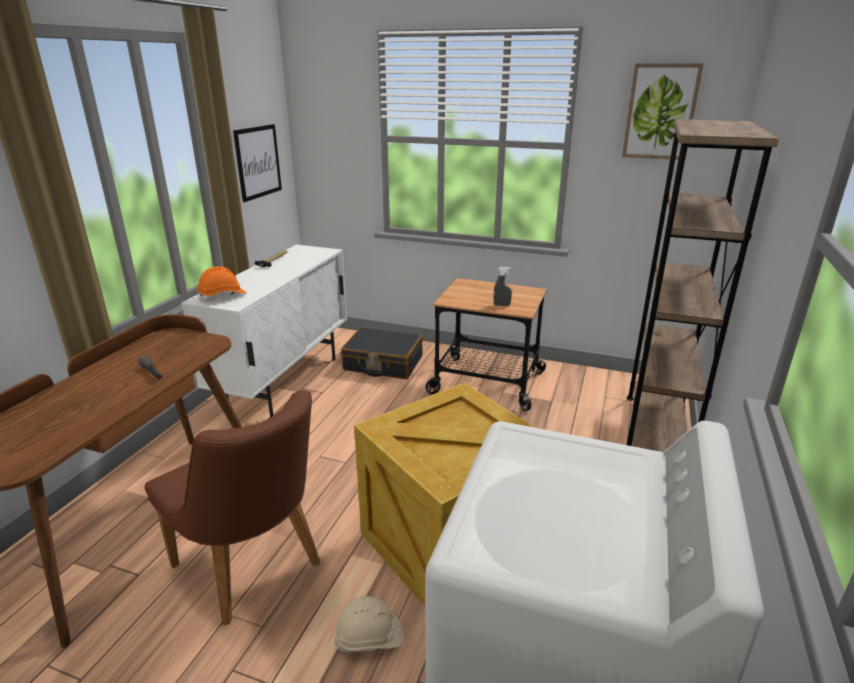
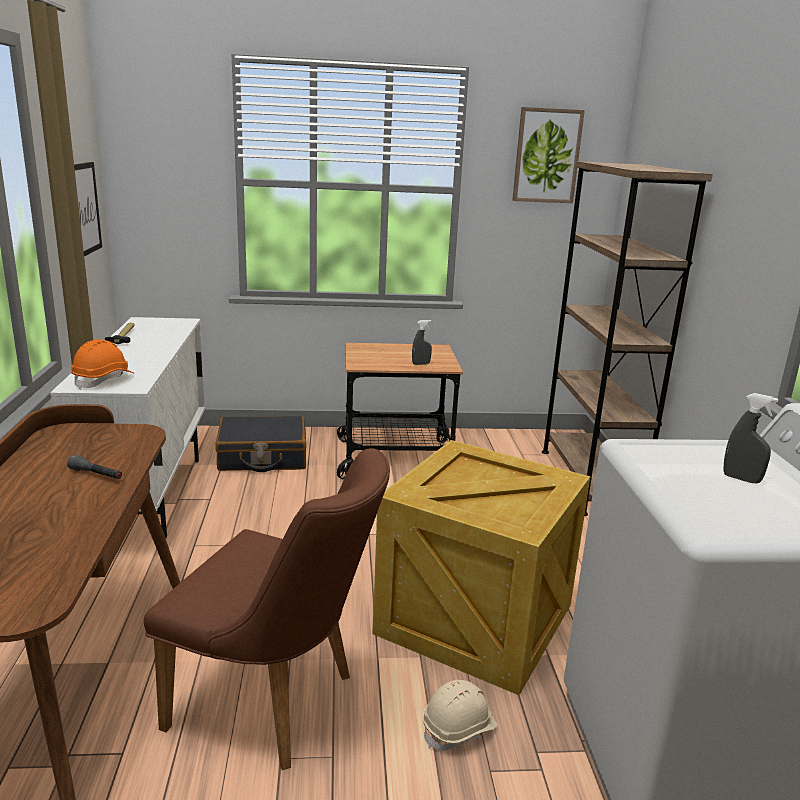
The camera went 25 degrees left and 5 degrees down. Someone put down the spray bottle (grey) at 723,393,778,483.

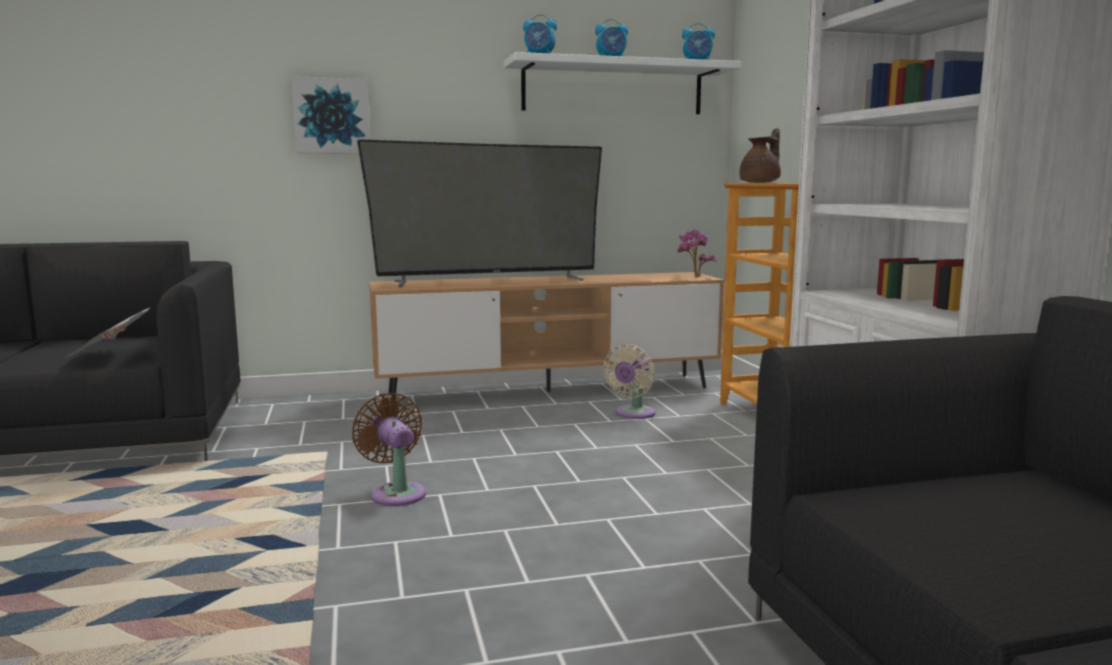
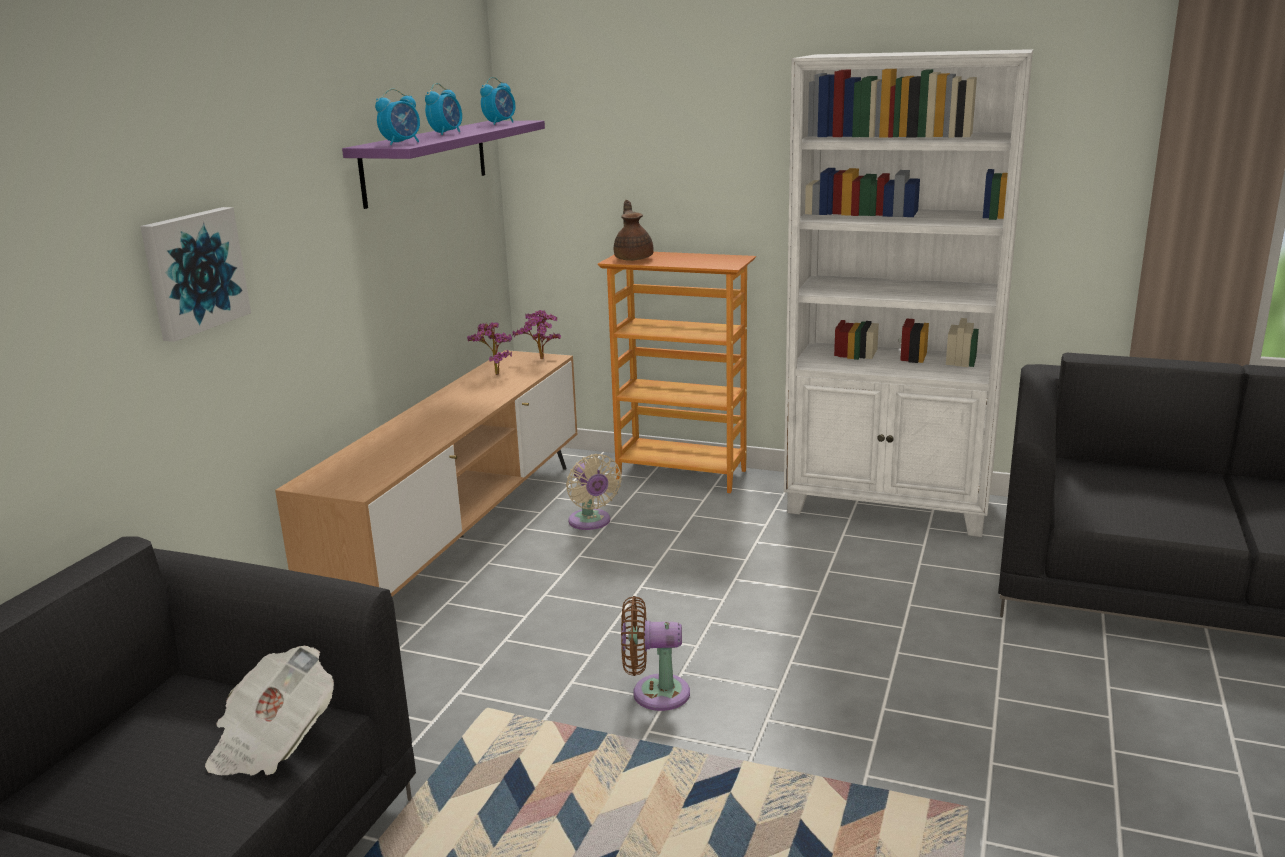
The camera went 55 degrees left and 10 degrees up. Someone repainted the shelf (white-coloured) at 504,52,741,114, which became the shelf (purple-coloured) at 342,121,545,209. Someone put down the houseplant at 467,322,512,375. Someone took away the television at 357,139,602,287.

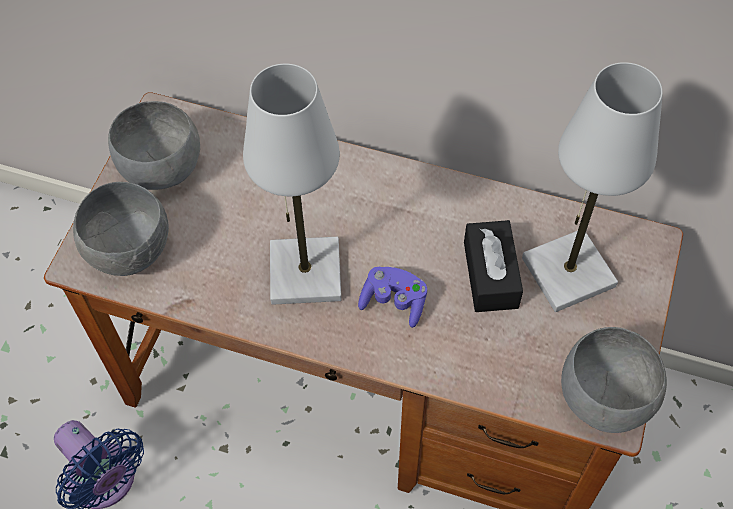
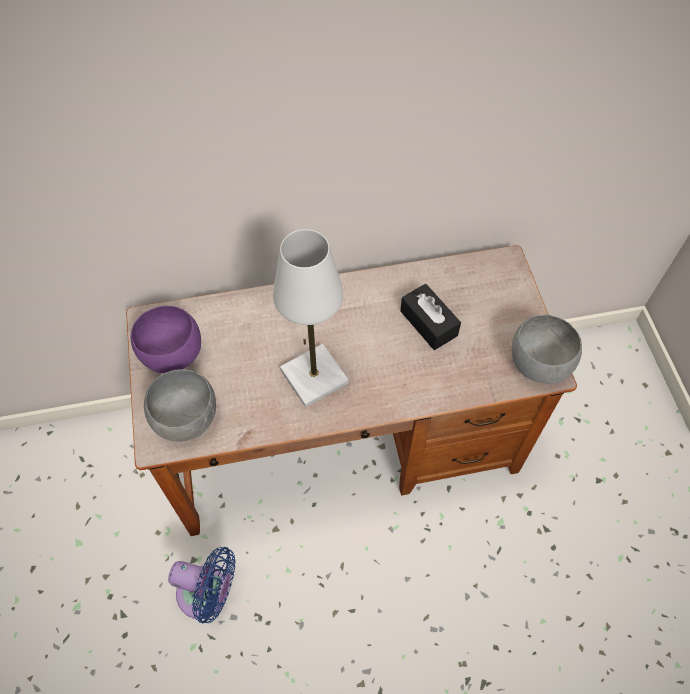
The camera went 30 degrees left and 0 degrees up. Someone repainted the deep dish (grey) at 108,101,200,190, which became the deep dish (purple-coloured) at 131,306,201,373. Someone took away the joypad (purple-coloured) at 358,267,427,328. Someone took away the table lamp (white-coloured) at 522,62,663,312.

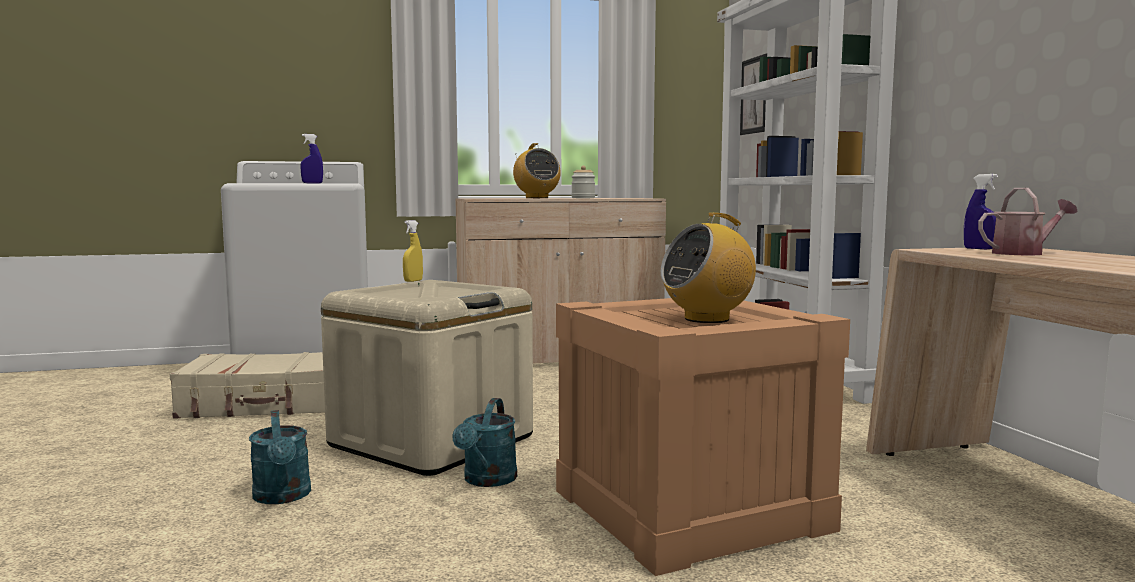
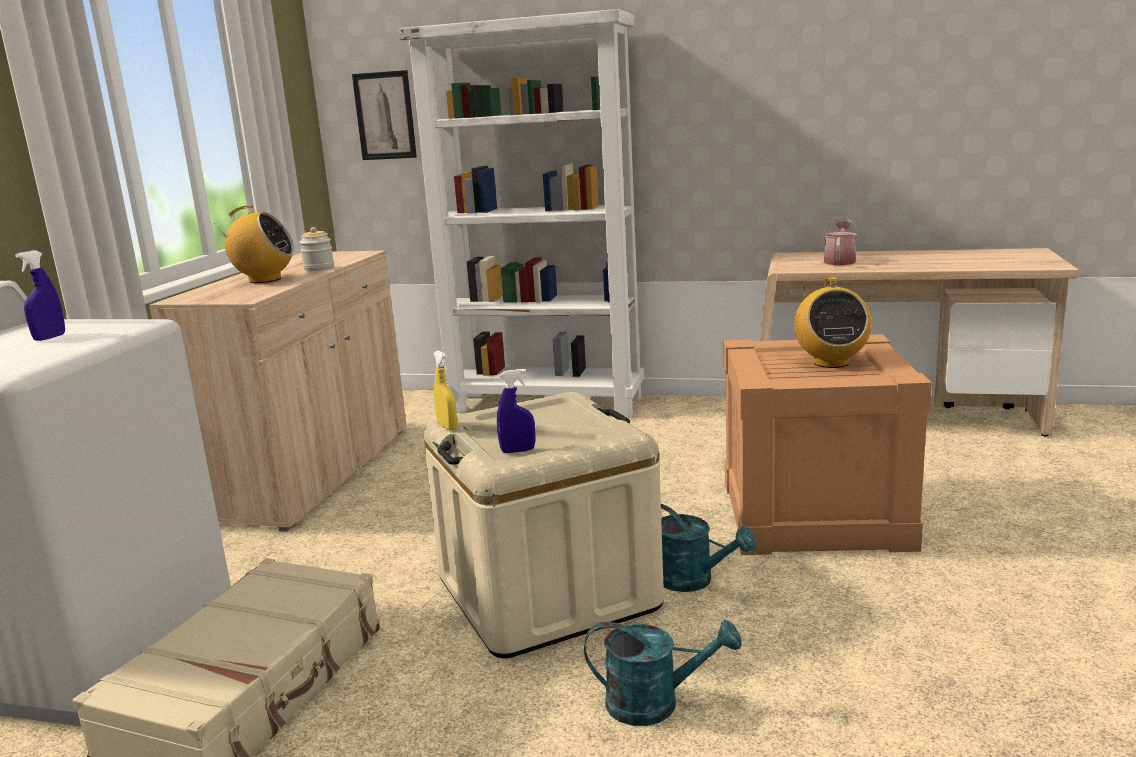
The camera went 60 degrees left and 10 degrees up. Someone carried the spray bottle (blue-coloured) from 964,174,998,249 to 497,369,535,453.

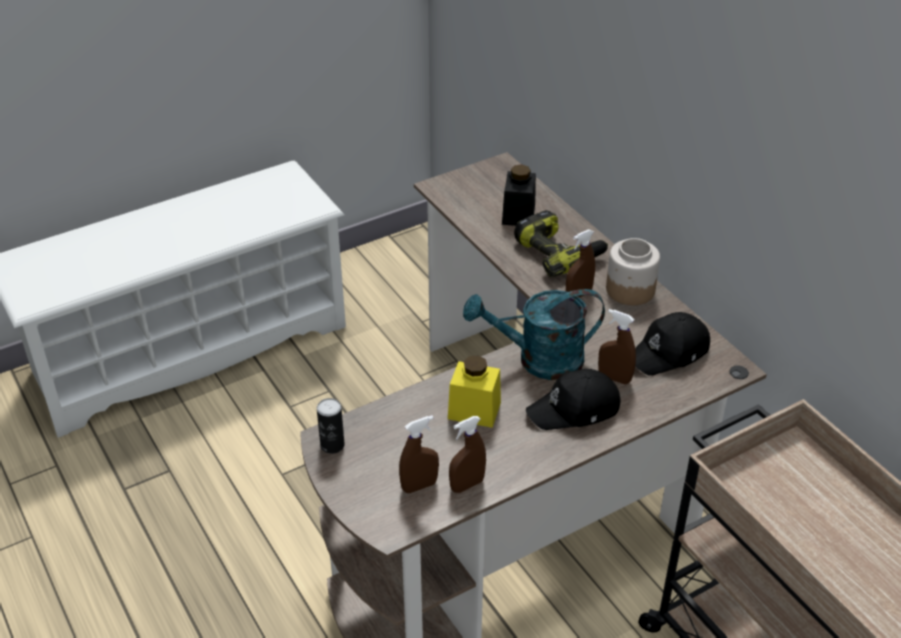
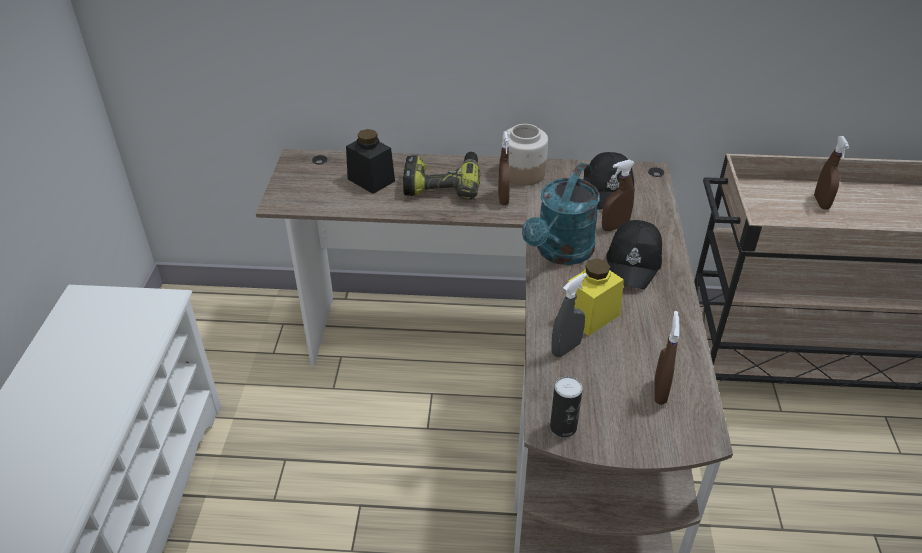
The camera went 55 degrees left and 0 degrees up. Someone put down the spray bottle (grey) at 551,273,587,357. Someone carried the spray bottle (brown-coloured) from 449,416,486,493 to 814,136,849,210.

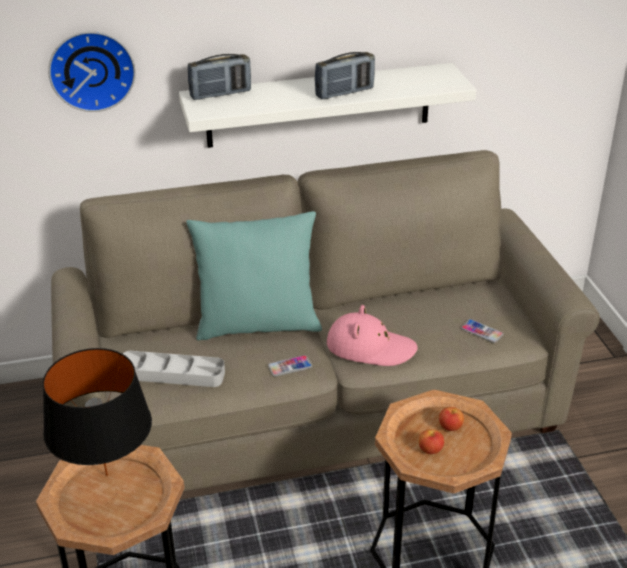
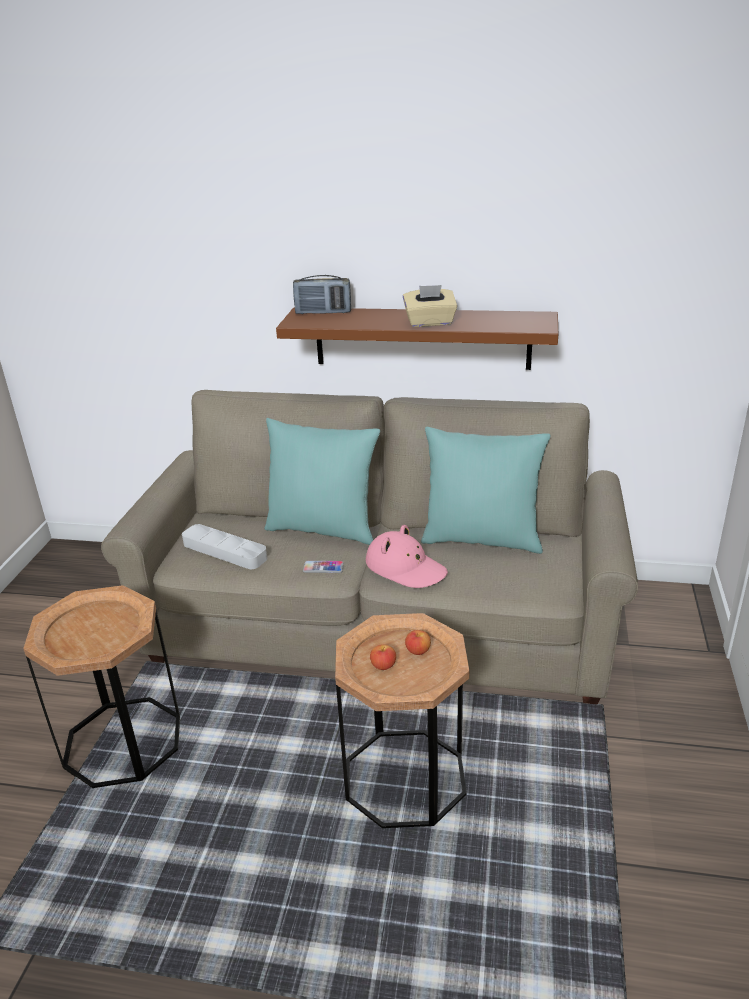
The camera went 25 degrees right and 5 degrees down. Someone repainted the shelf (white-coloured) at 179,63,476,148, which became the shelf (brown-coloured) at 276,307,558,370. Someone swapped the radio at 315,52,375,99 for the tissue holder (beige) at 403,285,457,327. Someone put down the pillow (blue-green) at 421,427,551,554. Someone took away the table lamp (black) at 43,348,152,476. Someone took away the clock on the wall at 48,31,136,112. Someone took away the phone at 461,319,503,343.

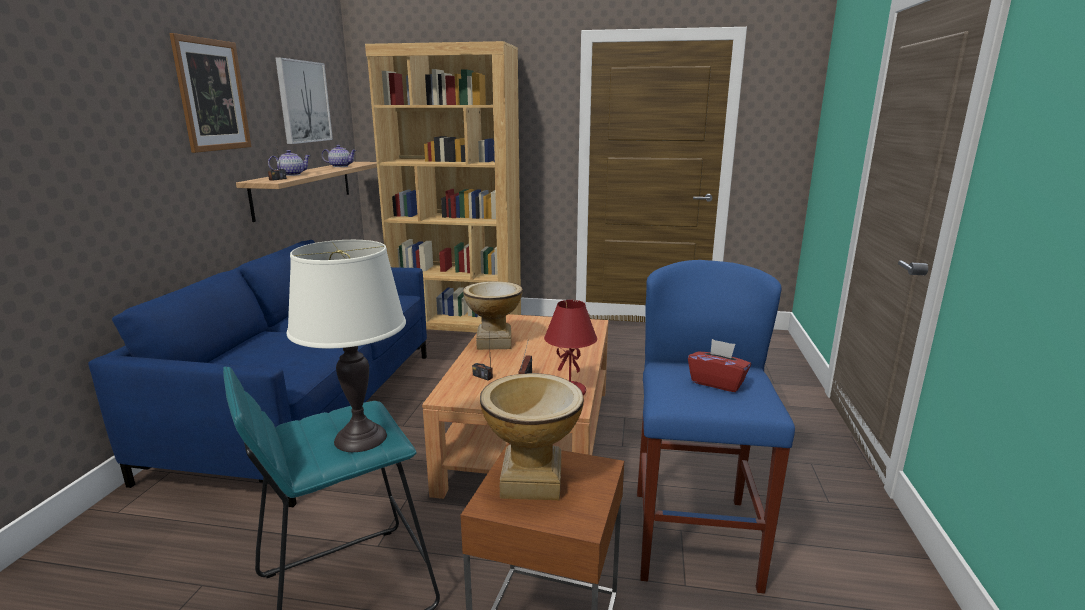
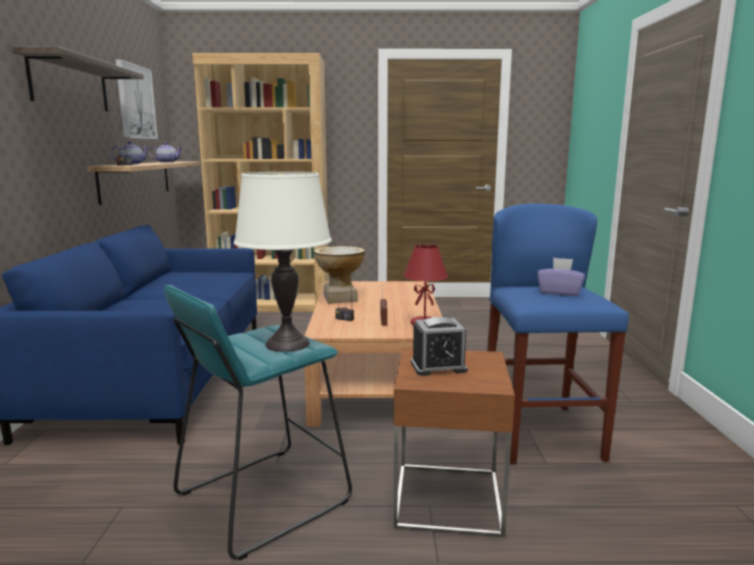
The camera went 10 degrees left and 5 degrees down. Someone swapped the wall picture at 169,33,251,153 for the shelf at 12,47,144,112. Someone swapped the flower vase at 480,373,584,500 for the bedside clock at 411,317,468,376. Someone repainted the tissue holder (reddish) at 688,339,751,392, which became the tissue holder (purple-coloured) at 537,257,585,296.

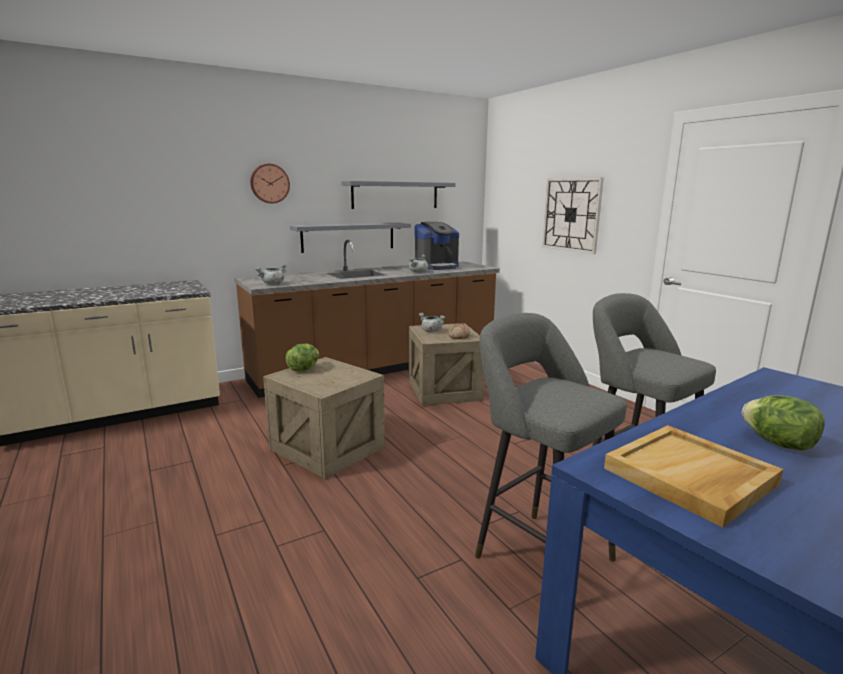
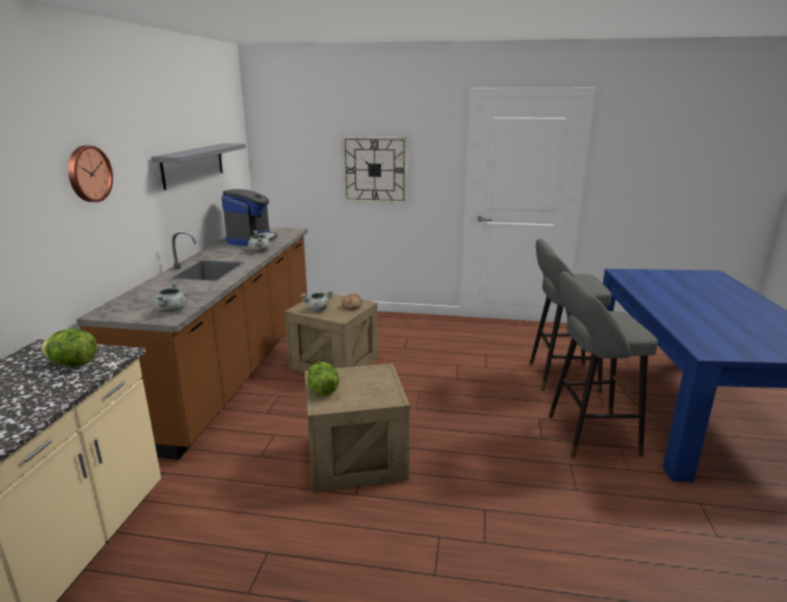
The camera went 50 degrees left and 5 degrees up. Someone carried the lettuce from 742,395,824,451 to 41,329,97,366. Someone took away the shelf (grey) at 290,222,411,253. Someone took away the carrying tray (beige) at 604,425,783,528.

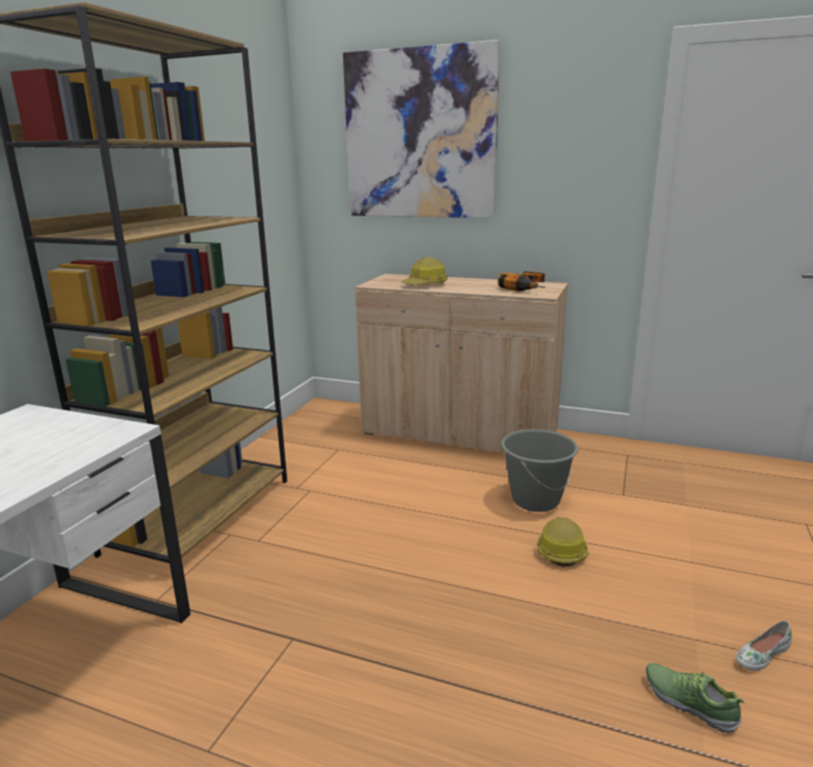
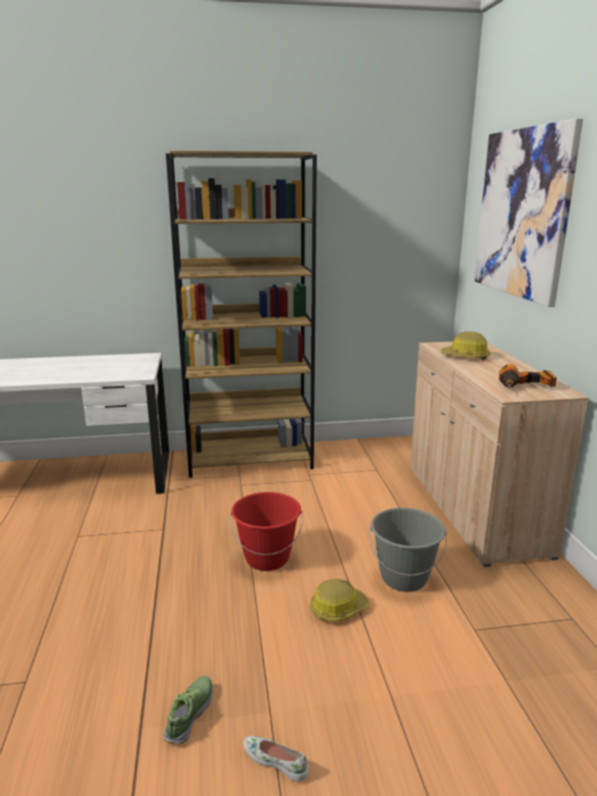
The camera went 60 degrees right and 0 degrees up. Someone put down the pail (reddish) at 230,492,303,571.

